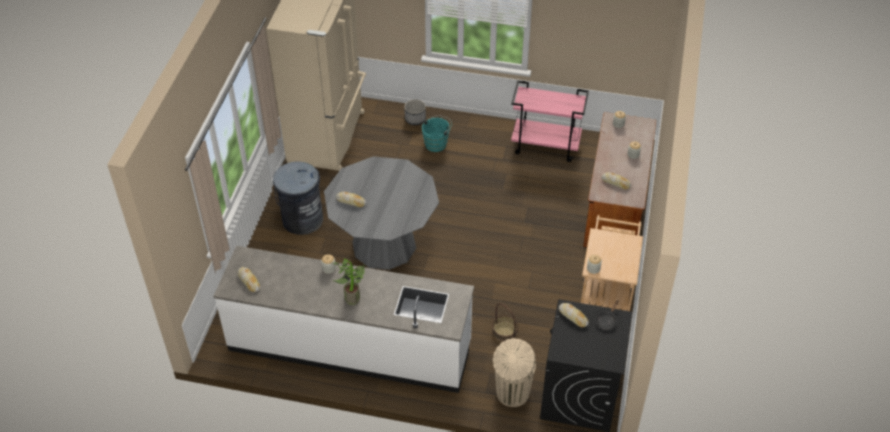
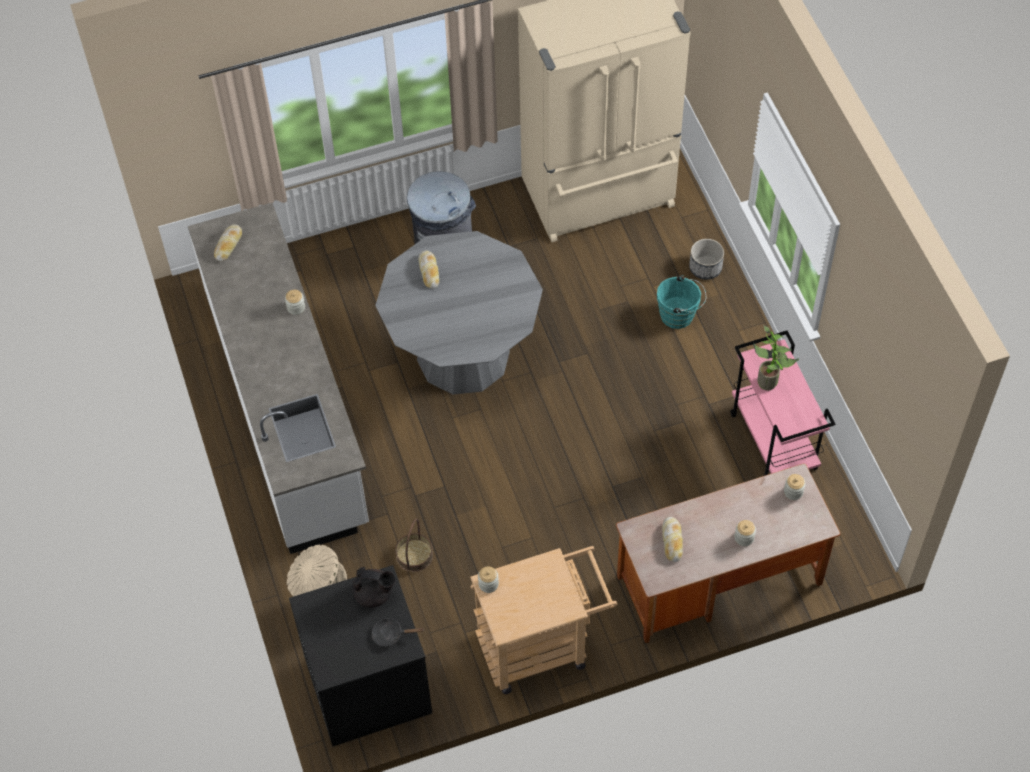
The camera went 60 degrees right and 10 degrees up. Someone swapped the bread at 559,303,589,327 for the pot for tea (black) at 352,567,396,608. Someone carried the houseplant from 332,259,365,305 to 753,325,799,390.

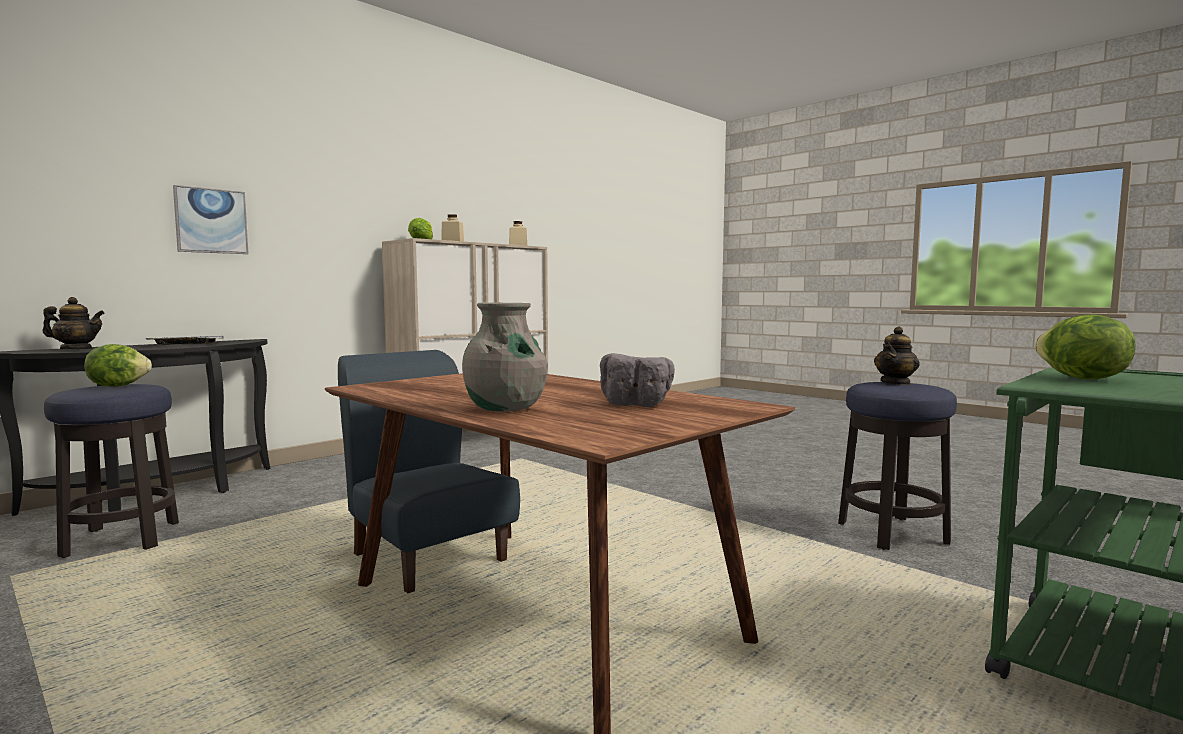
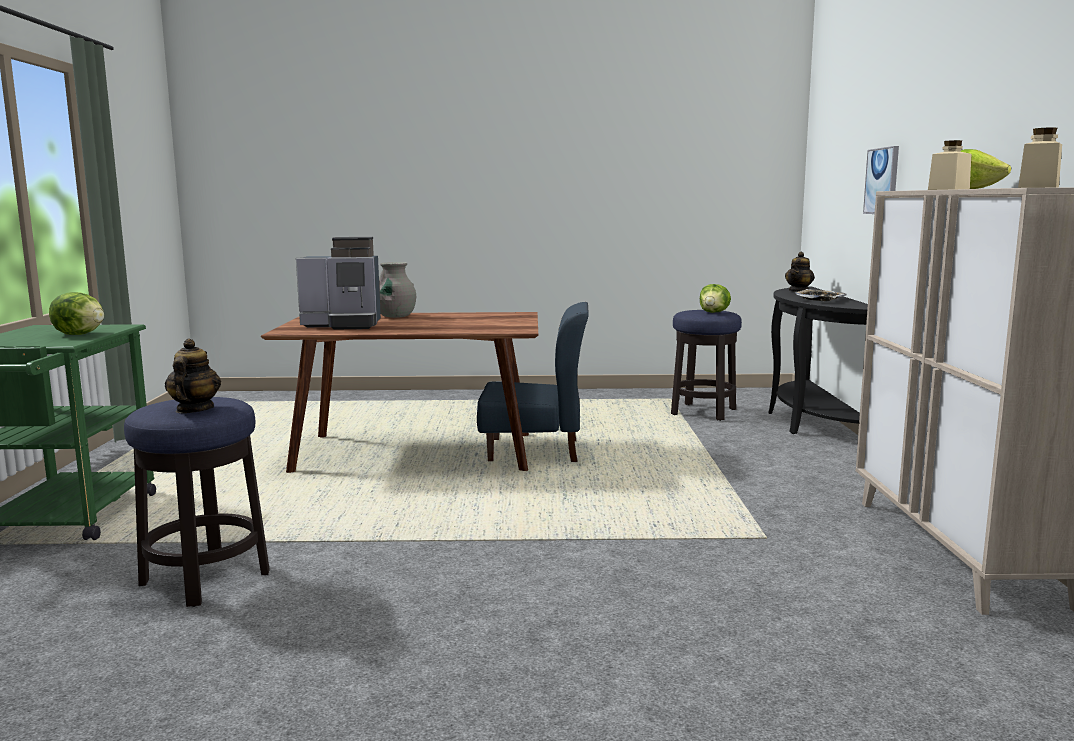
The camera went 135 degrees right and 5 degrees up. Someone swapped the deep dish (grey) at 600,353,675,407 for the coffee brewer at 296,237,381,330.

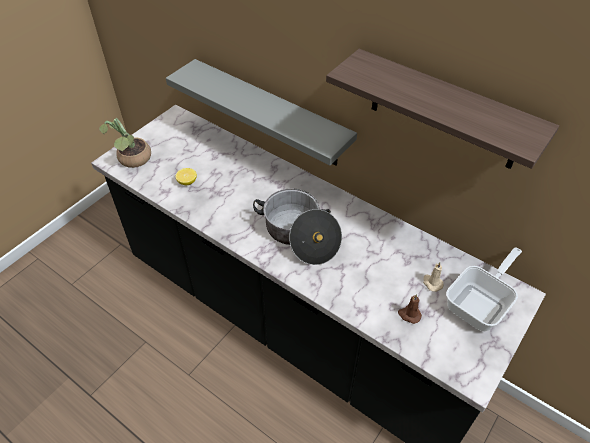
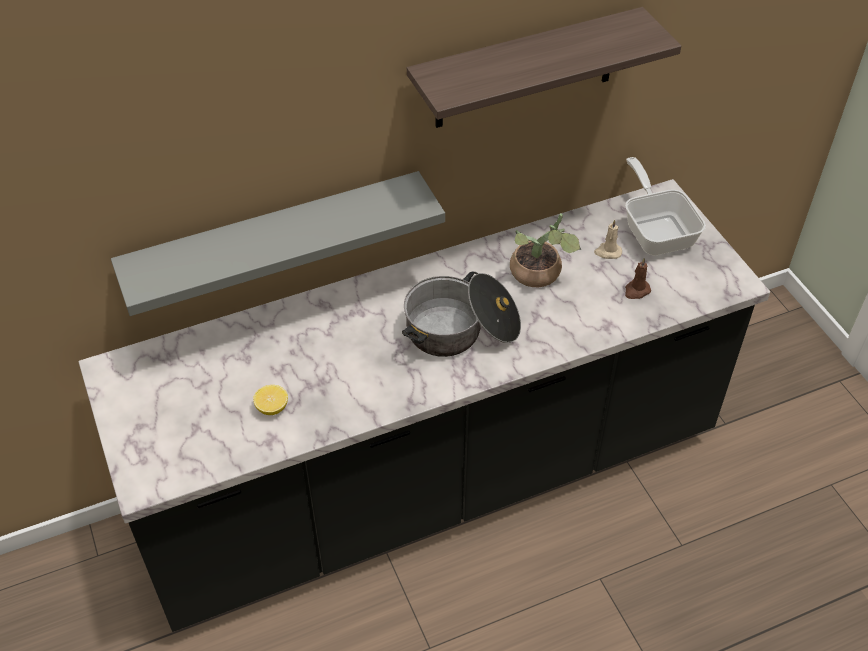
The camera went 60 degrees left and 0 degrees up. Someone carried the houseplant from 100,118,151,168 to 510,214,581,287.

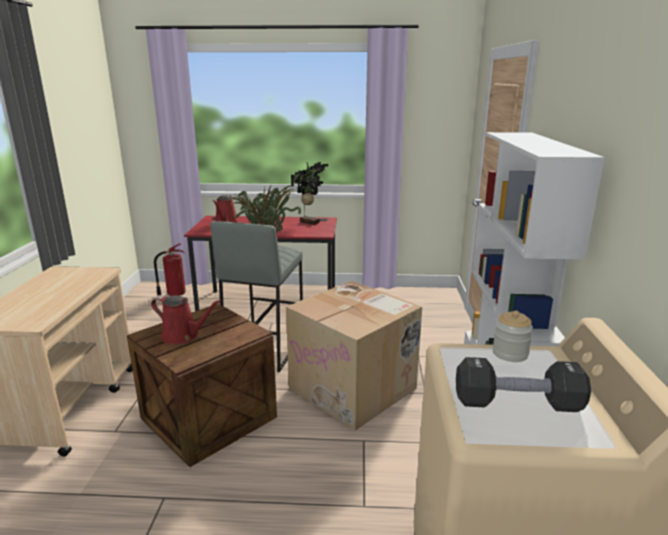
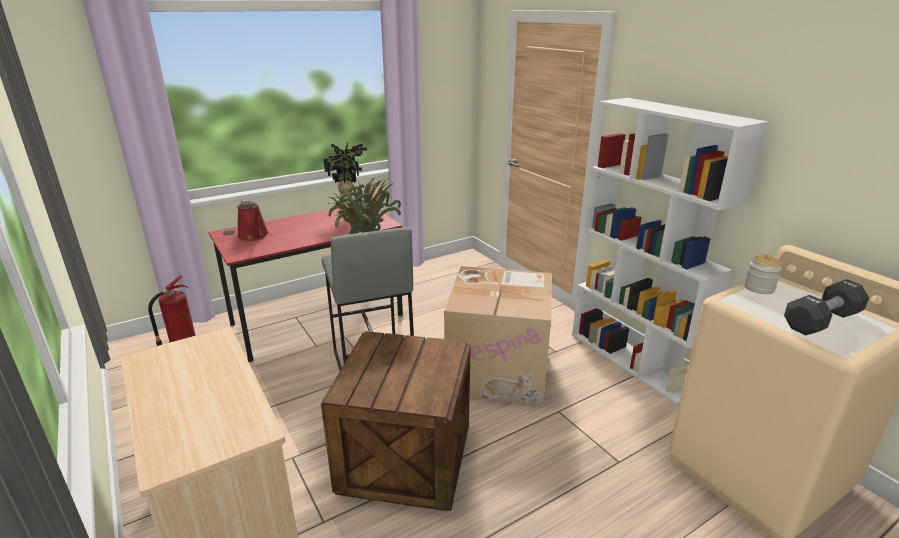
The camera went 35 degrees left and 5 degrees up. Someone took away the watering pot (reddish) at 151,295,221,344.

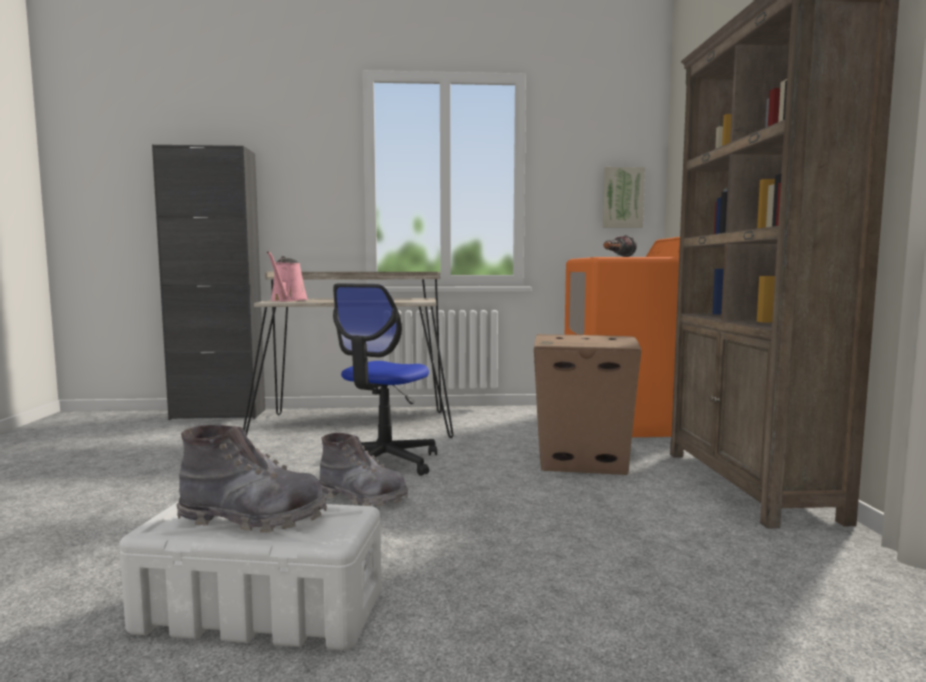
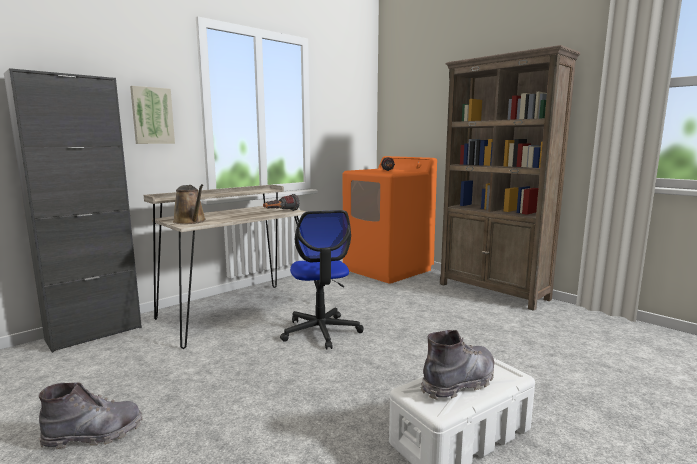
The camera went 40 degrees left and 5 degrees up. Someone carried the tall boot (grey) from 319,433,408,506 to 39,383,143,449. Someone carried the wall picture from 602,167,645,228 to 130,86,175,144. Someone repainted the watering pot (pinkish) at 267,251,308,301, which became the watering pot (brown-coloured) at 173,184,206,224. Someone put down the torch at 263,194,299,211. Someone took away the carton at 534,334,641,475.

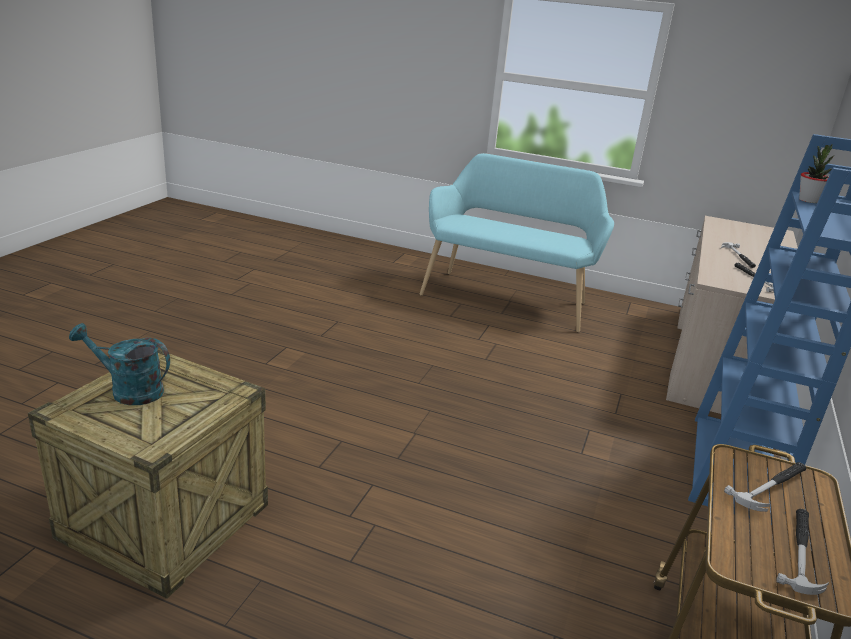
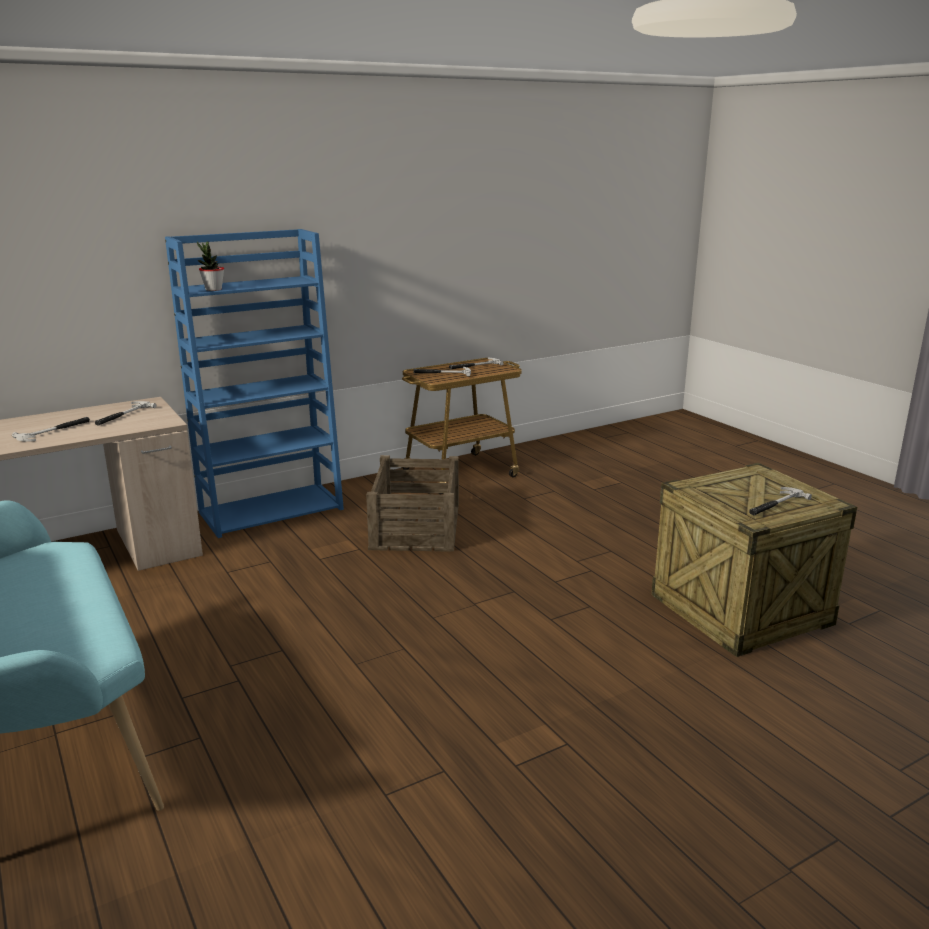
The camera went 140 degrees left and 5 degrees down. Someone put down the shipping crate at 366,455,459,552. Someone swapped the watering pot (blue-green) at 69,323,170,405 for the tool hammer at 749,487,812,515.

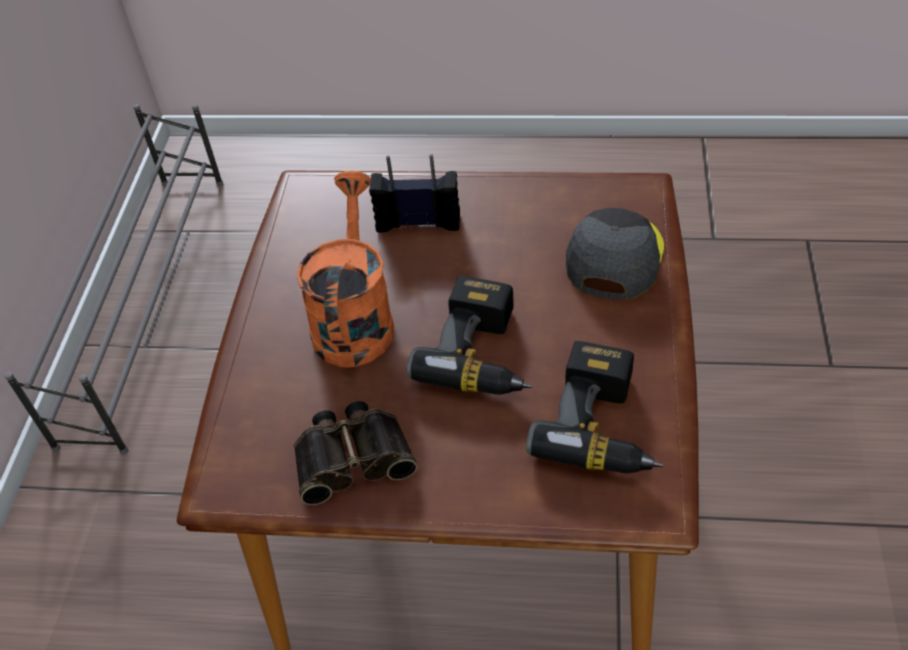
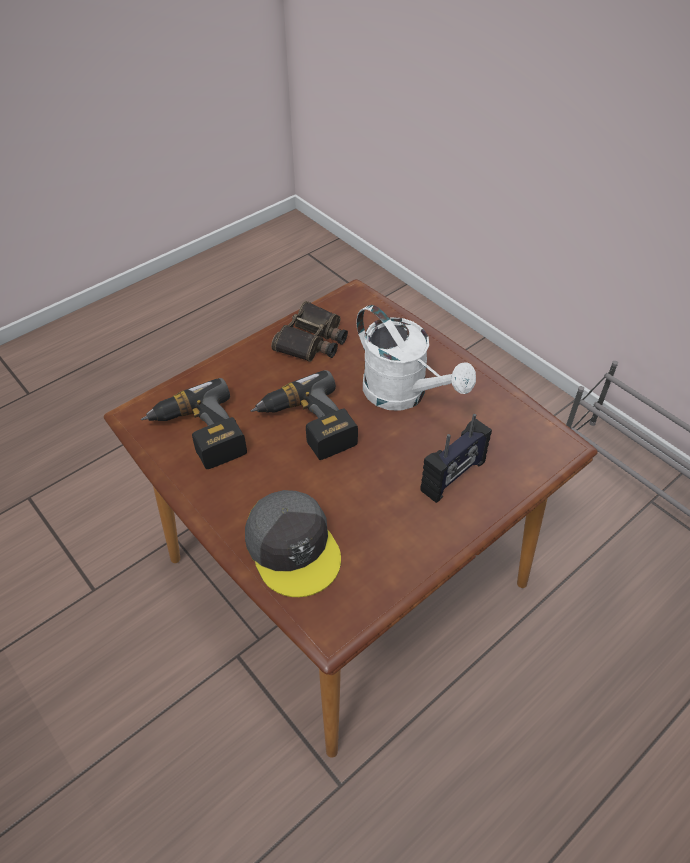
The camera went 130 degrees right and 0 degrees up. Someone repainted the watering pot (orange-coloured) at 297,171,394,368, which became the watering pot (white-coloured) at 356,305,476,411.

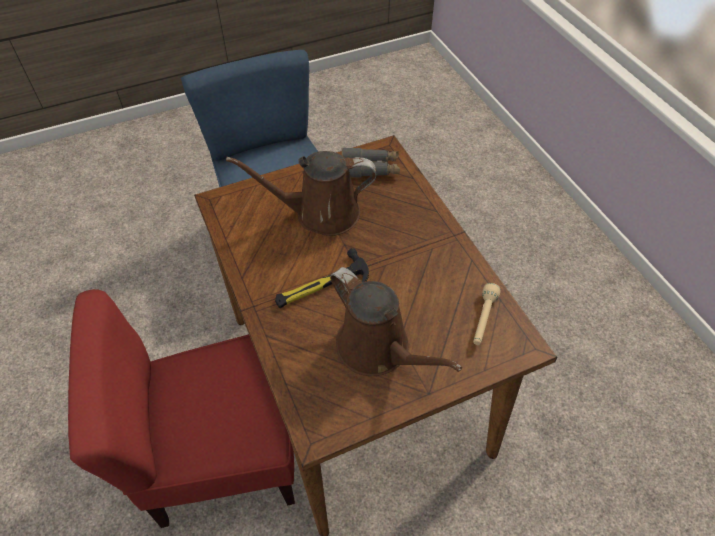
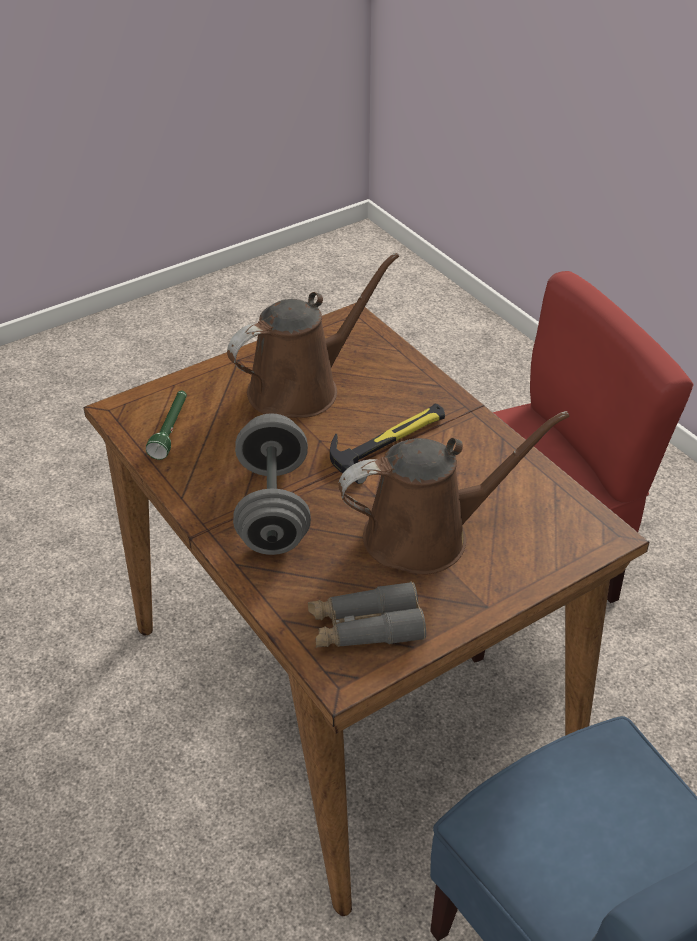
The camera went 170 degrees right and 10 degrees down. Someone repainted the torch (beige) at 473,283,501,345, which became the torch (green-coloured) at 146,391,187,460. Someone rotated the watering pot (brown-coloured) at 330,267,462,376 by 105 degrees clockwise. Someone put down the dumbbell (grey) at 233,413,311,555.

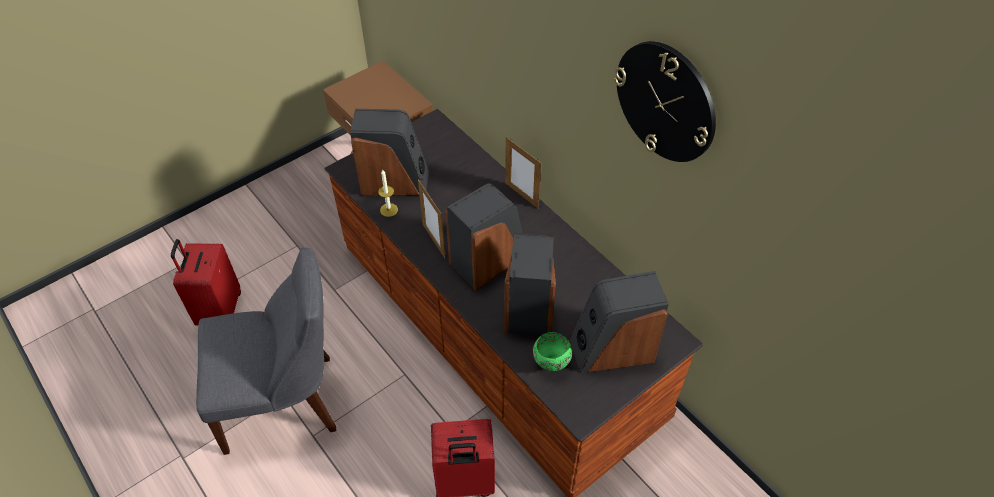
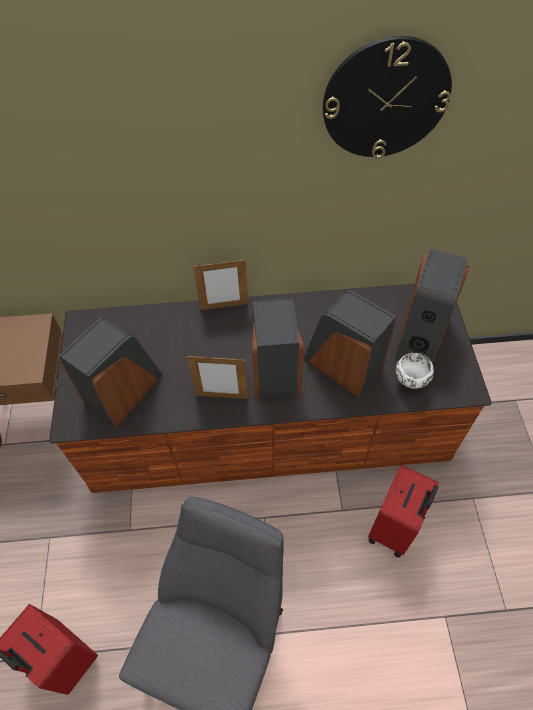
The camera went 55 degrees left and 5 degrees up. Someone repainted the deep dish (green-coloured) at 533,332,572,371, which became the deep dish (white-coloured) at 396,353,434,389. Someone took away the candle at 378,170,398,217.

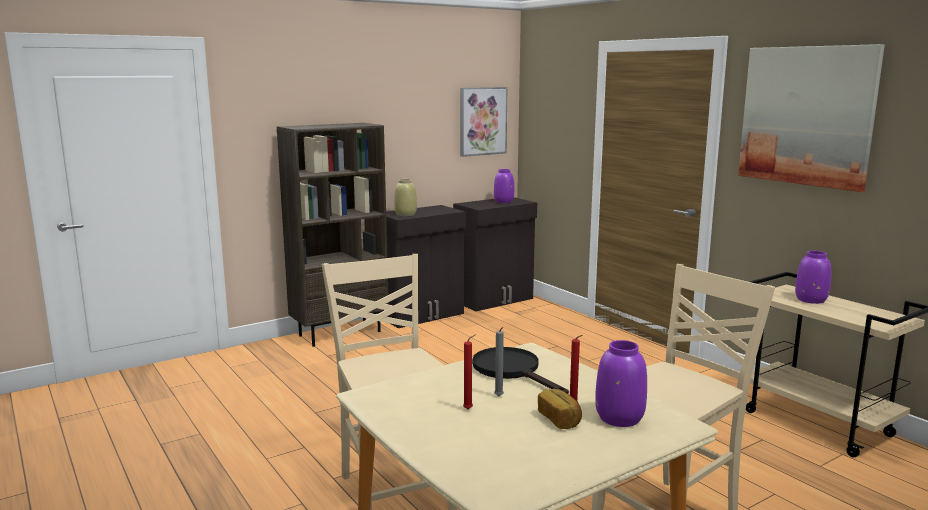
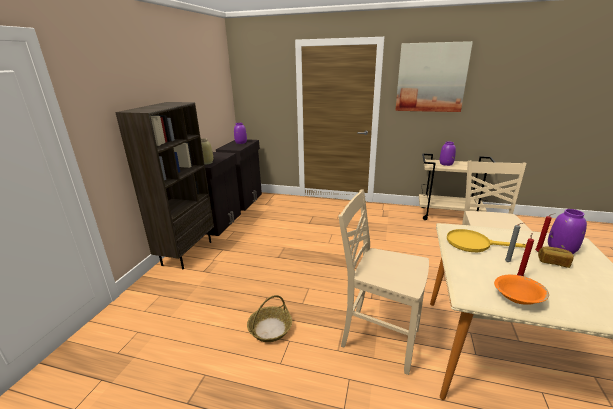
The camera went 40 degrees left and 10 degrees up. Someone put down the storage basket at 247,295,292,342. Someone repainted the frying pan (black) at 472,347,569,394, which became the frying pan (yellowish) at 447,229,526,252. Someone put down the deep dish (orange-coloured) at 494,275,549,305. Someone took away the wall picture at 460,87,508,157.

